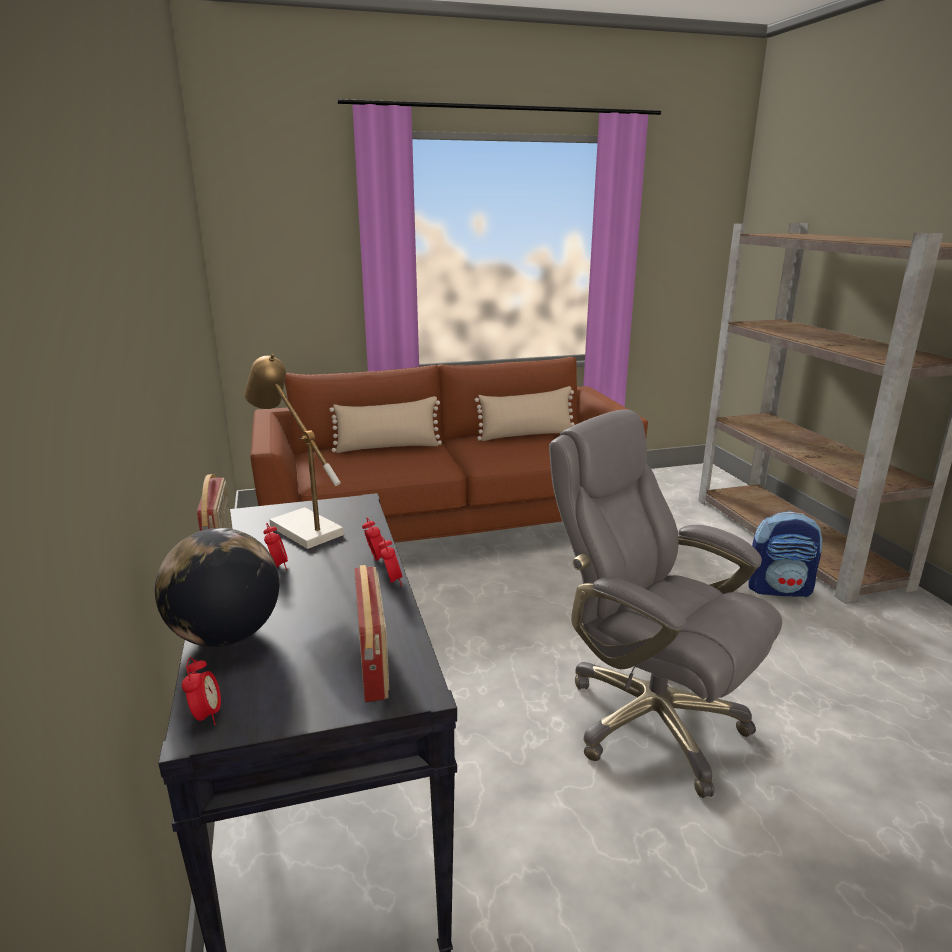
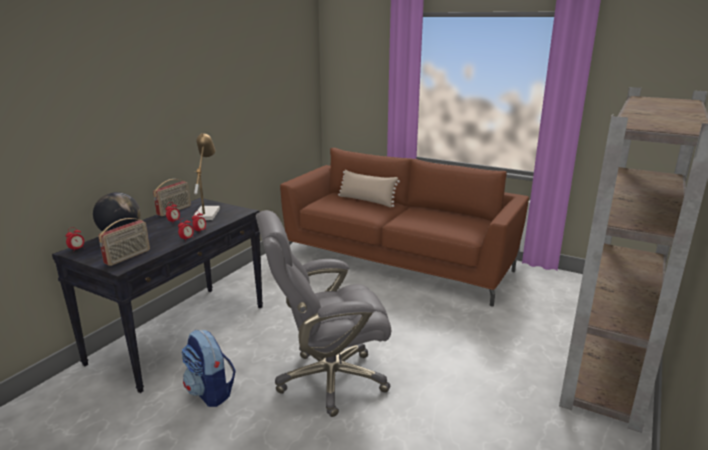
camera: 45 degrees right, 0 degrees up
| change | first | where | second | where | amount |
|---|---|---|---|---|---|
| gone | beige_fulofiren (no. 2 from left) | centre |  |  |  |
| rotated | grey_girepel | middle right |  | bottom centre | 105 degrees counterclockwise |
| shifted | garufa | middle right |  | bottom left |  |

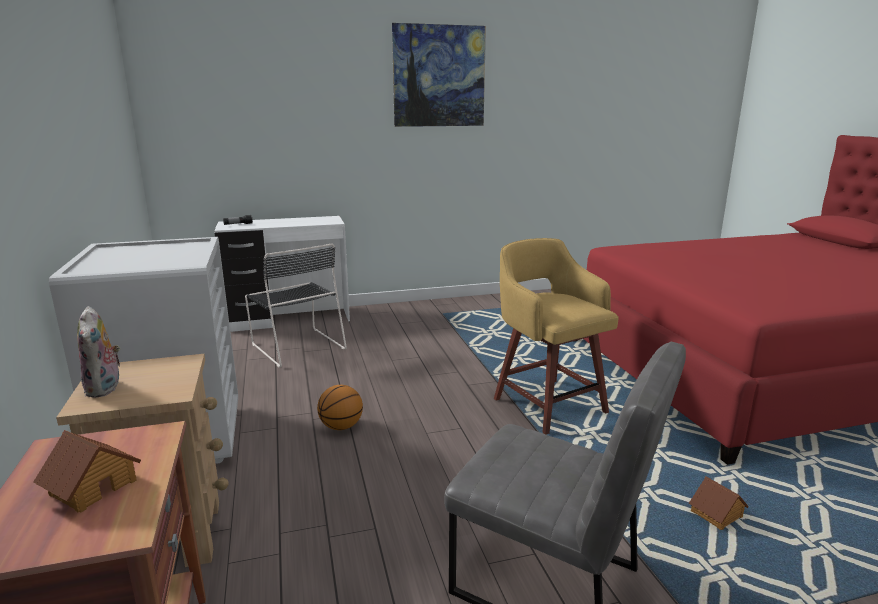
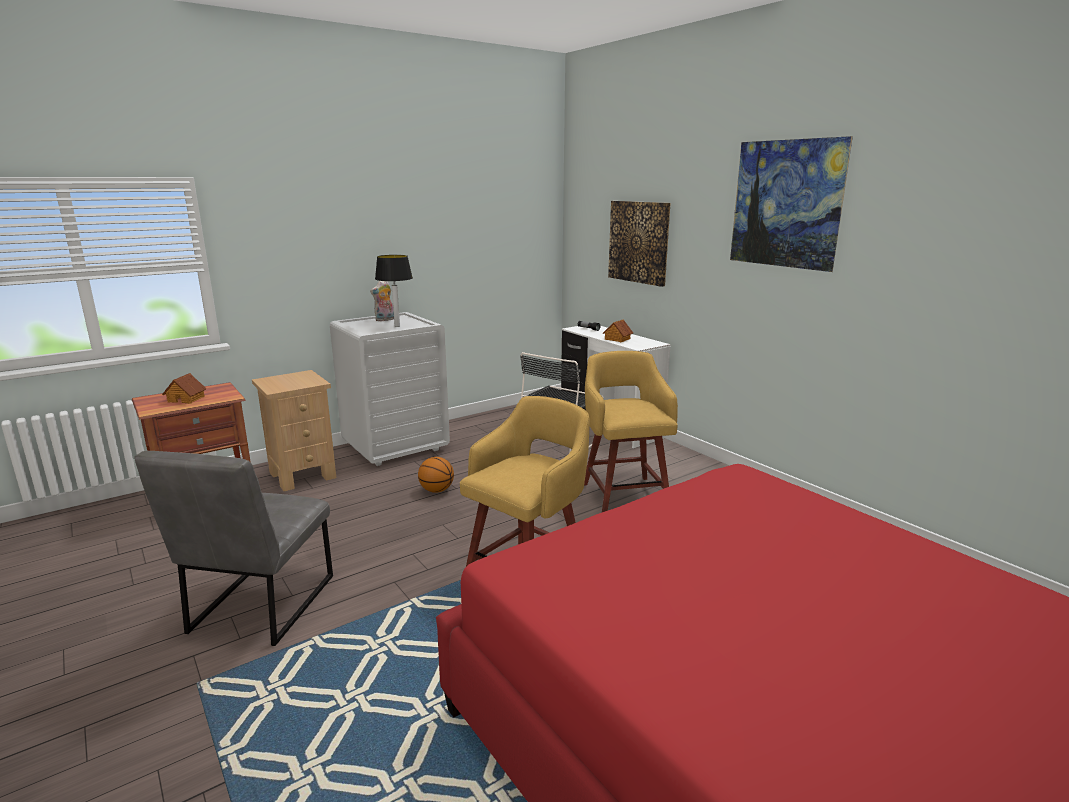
camera: 70 degrees right, 0 degrees up
| change | first | where | second | where | amount |
|---|---|---|---|---|---|
| shifted | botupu | middle left |  | centre |  |
| shifted | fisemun (no. 2 from left) | bottom right |  | centre |  |
| new |  |  | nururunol (no. 1 from left) | top centre |  |
| new |  |  | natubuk | centre |  |
| new |  |  | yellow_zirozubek (no. 2 from left) | centre |  |

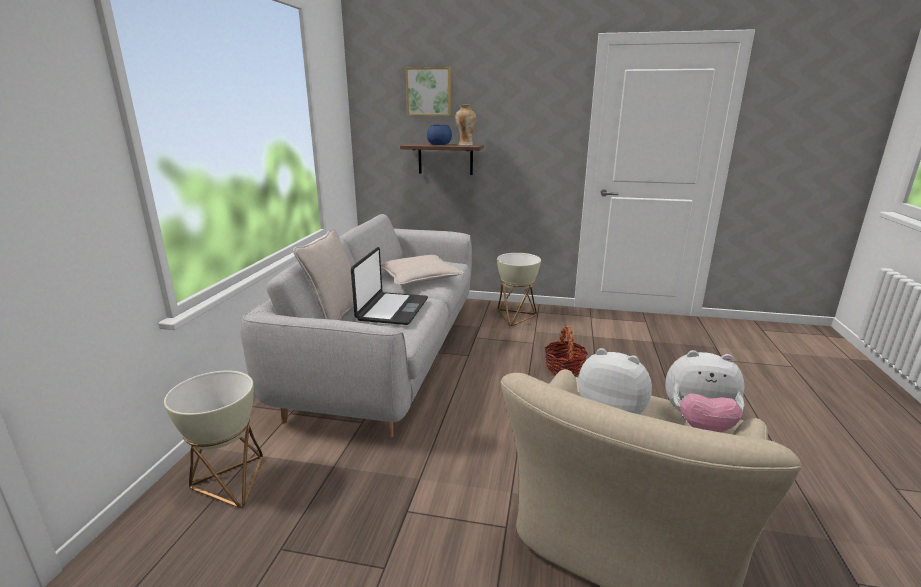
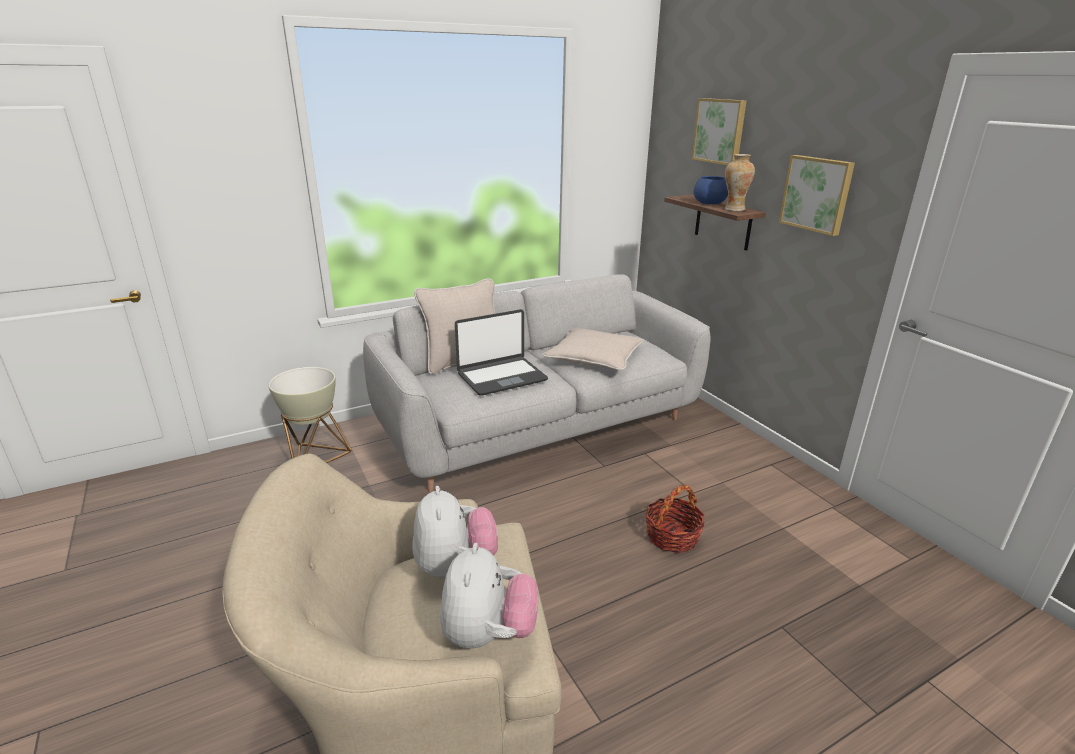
camera: 50 degrees right, 5 degrees up
| change | first | where | second | where | amount |
|---|---|---|---|---|---|
| gone | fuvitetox (no. 2 from left) | centre |  |  |  |
| rotated | botupu (no. 2 from left) | middle right |  | bottom centre | 150 degrees counterclockwise |
| new |  |  | nururunol (no. 2 from left) | top right |  |

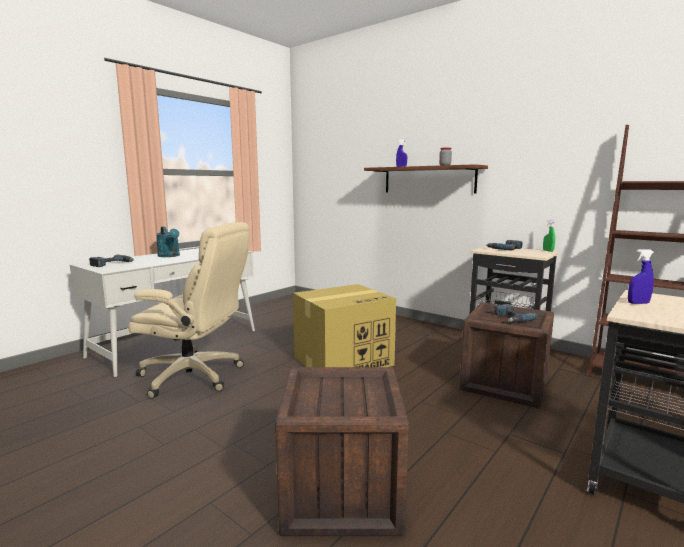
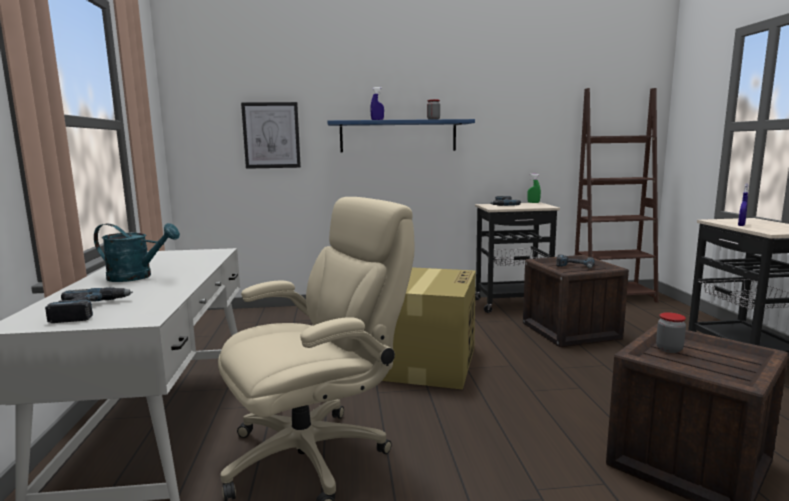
camera: 45 degrees left, 0 degrees up
| change | first | where | second | where | amount |
|---|---|---|---|---|---|
| repainted | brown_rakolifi | top centre | blue_rakolifi | top centre |  |
| new |  |  | nururunol | top centre |  |
| new |  |  | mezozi (no. 2 from left) | middle right |  |

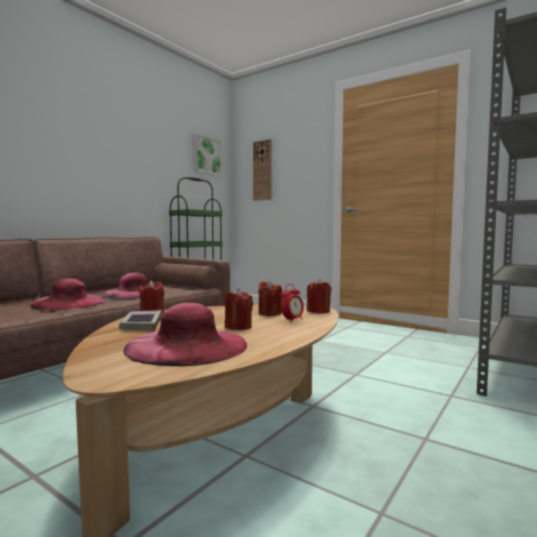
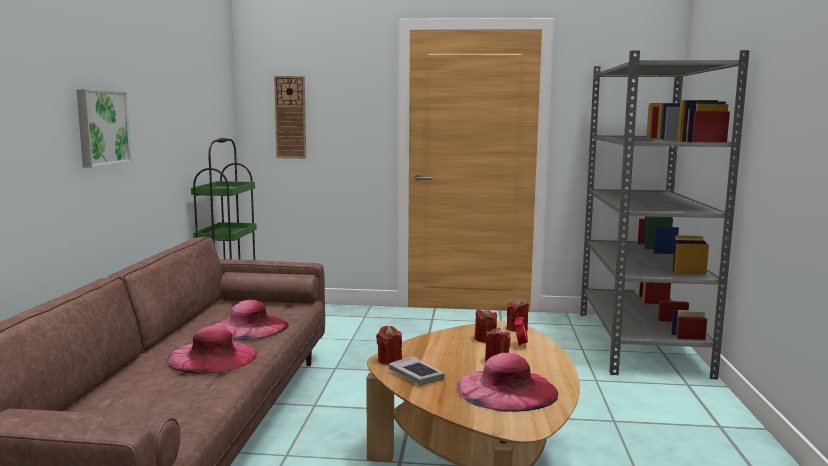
camera: 30 degrees left, 5 degrees up
| change | first | where | second | where | amount |
|---|---|---|---|---|---|
| shifted | nururunol | top centre |  | top left |  |

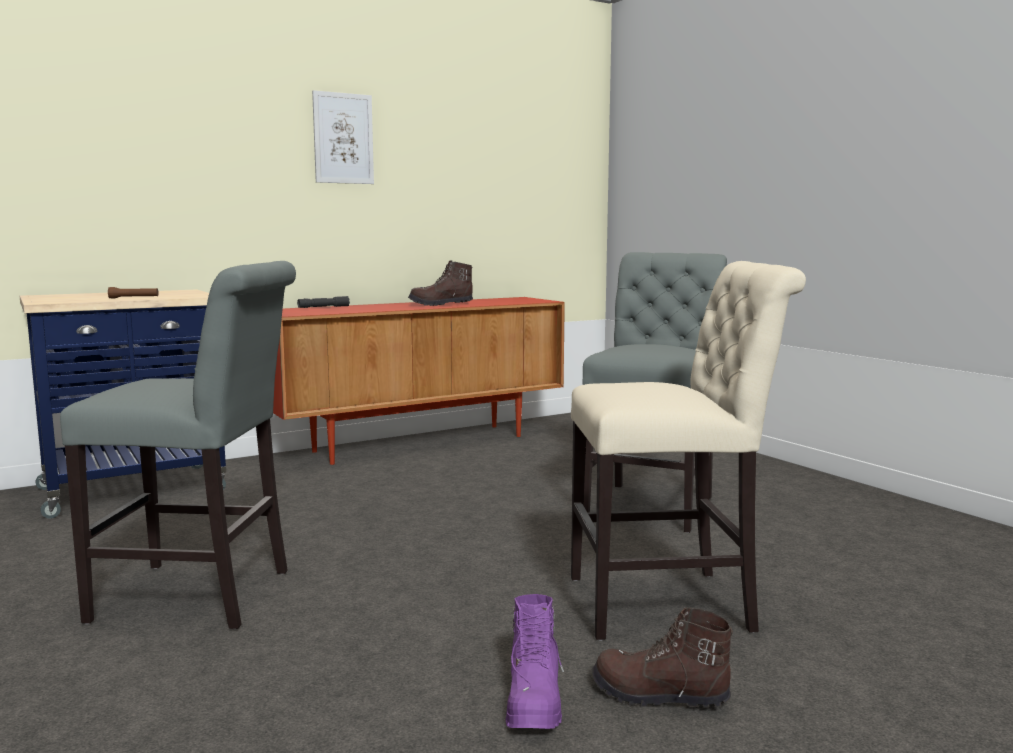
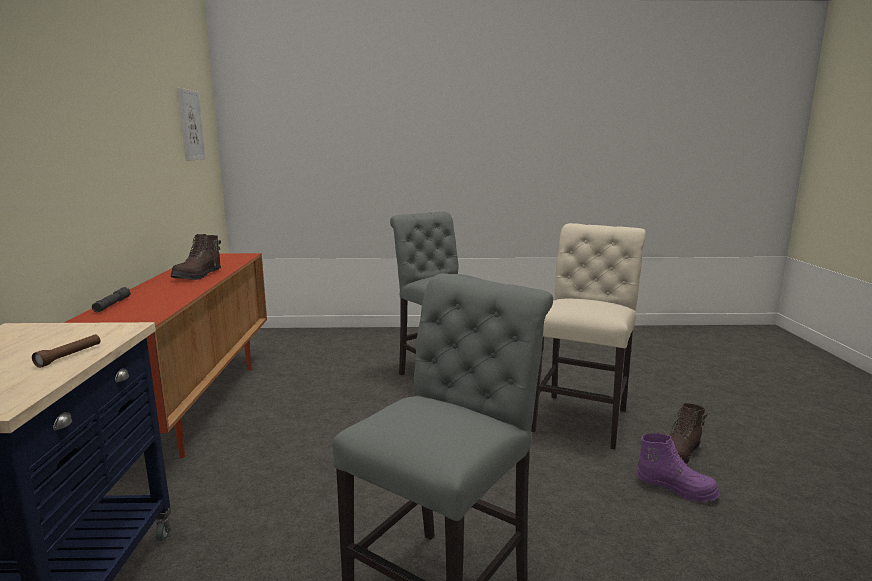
camera: 60 degrees left, 5 degrees up
| change | first | where | second | where | amount |
|---|---|---|---|---|---|
| shifted | nururunol | top centre |  | top left |  |

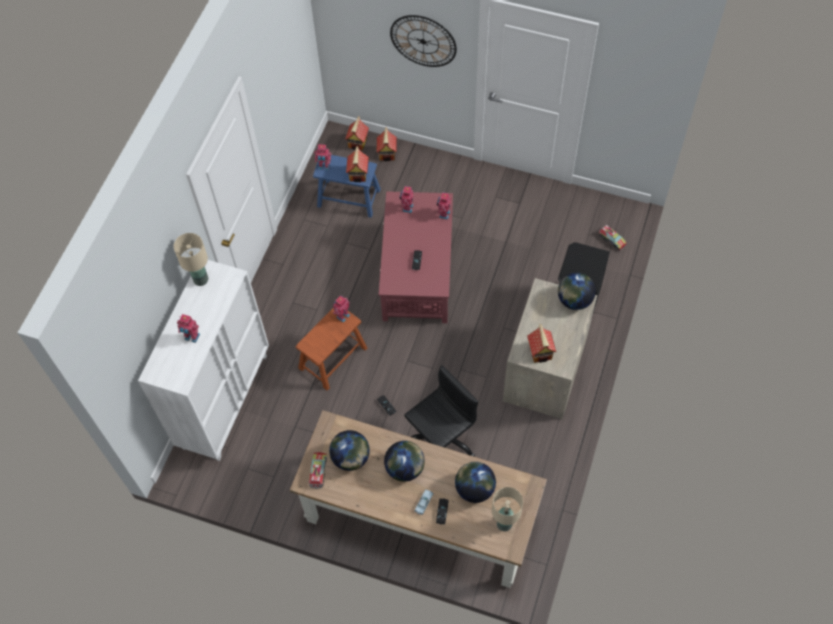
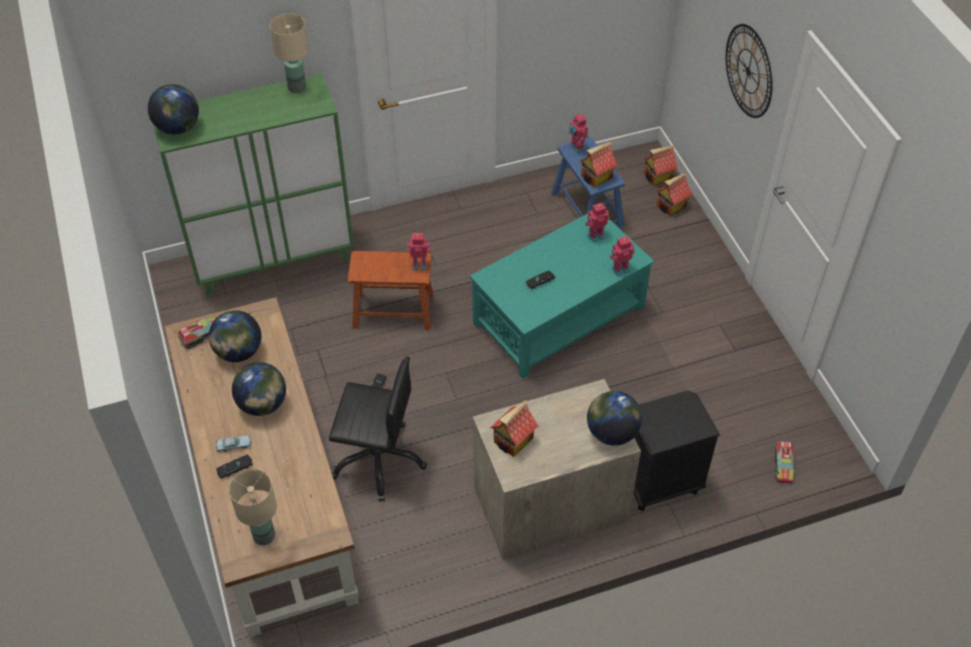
camera: 50 degrees right, 10 degrees down
| change | first | where | second | where | amount |
|---|---|---|---|---|---|
| repainted | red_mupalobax | centre | turquoise_mupalobax | centre |  |
| repainted | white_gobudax | middle left | green_gobudax | top left |  |
| gone | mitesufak (no. 1 from left) | middle left |  |  |  |
| shifted | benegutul (no. 3 from left in the first image) | bottom centre | benegutul (no. 1 from left) | top left |  |

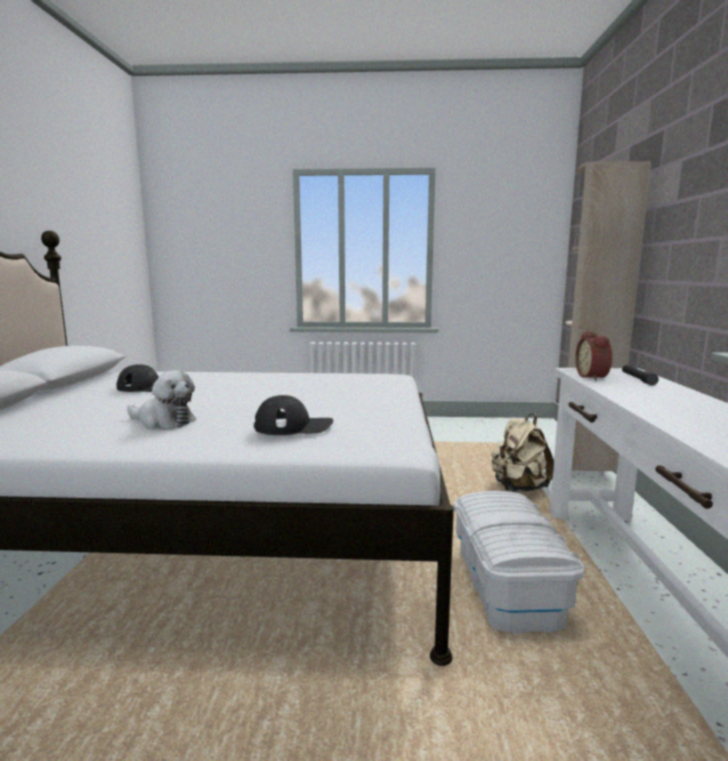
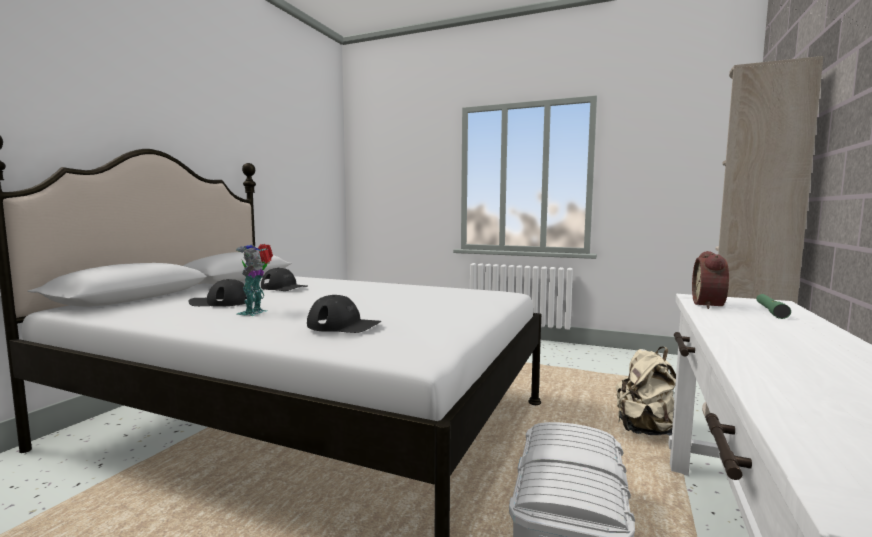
camera: 20 degrees right, 5 degrees down
| change | first | where | second | where | amount |
|---|---|---|---|---|---|
| repainted | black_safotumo | middle right | green_safotumo | middle right |  |
| swapped | botupu | middle left | mitesufak | middle left |  |
| new |  |  | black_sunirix (no. 1 from left) | middle left |  |

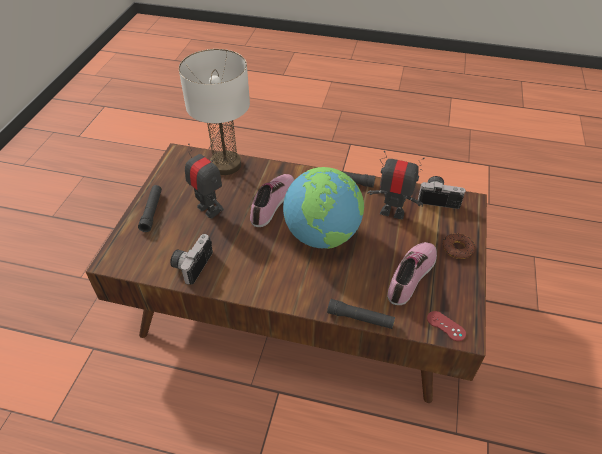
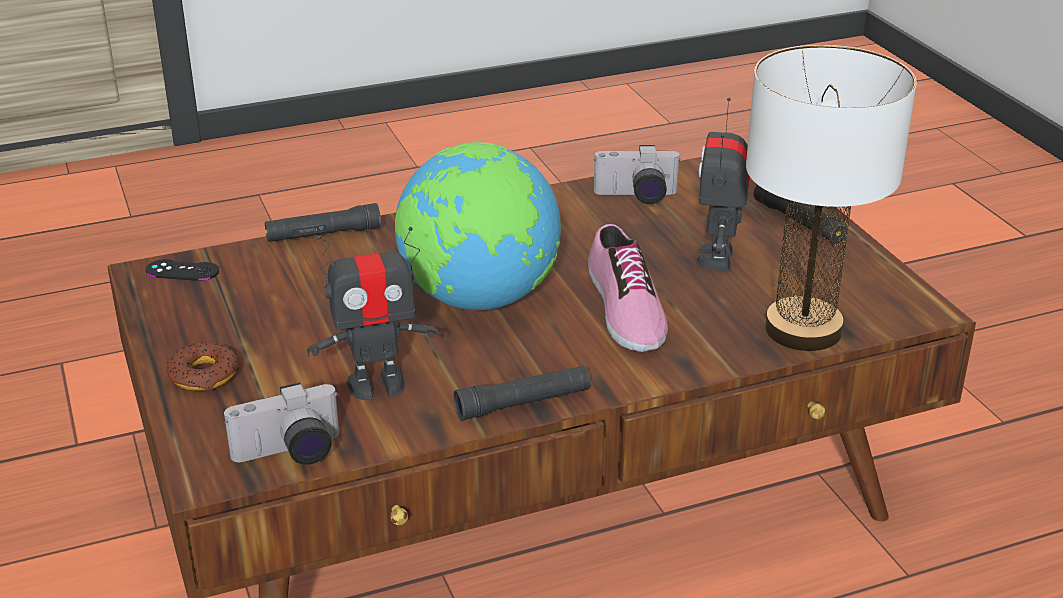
camera: 145 degrees right, 15 degrees down
| change | first | where | second | where | amount |
|---|---|---|---|---|---|
| rotated | mitesufak (no. 1 from left in the first image) | centre | mitesufak (no. 2 from left) | top right | 90 degrees clockwise |
| rotated | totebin (no. 1 from left in the first image) | middle left | totebin (no. 2 from left) | top centre | 105 degrees clockwise |
| gone | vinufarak (no. 2 from left) | middle right |  |  |  |
| repainted | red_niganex | bottom right | black_niganex | middle left |  |

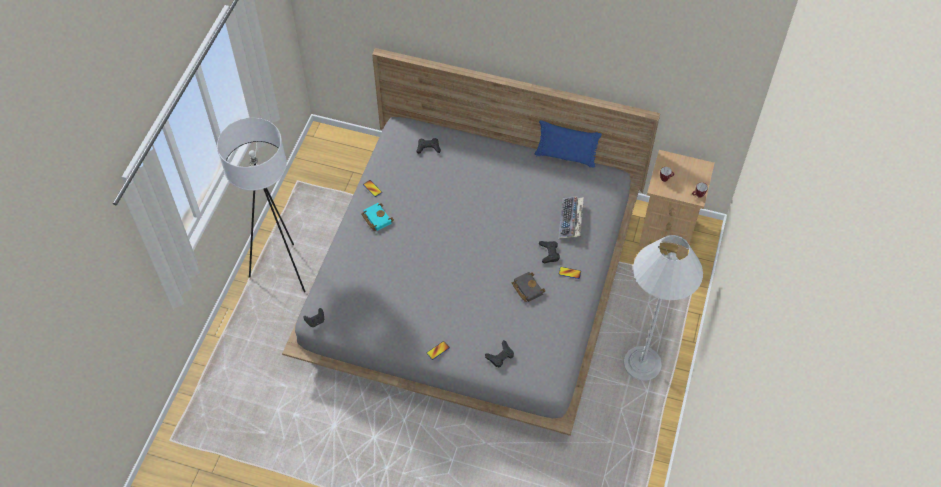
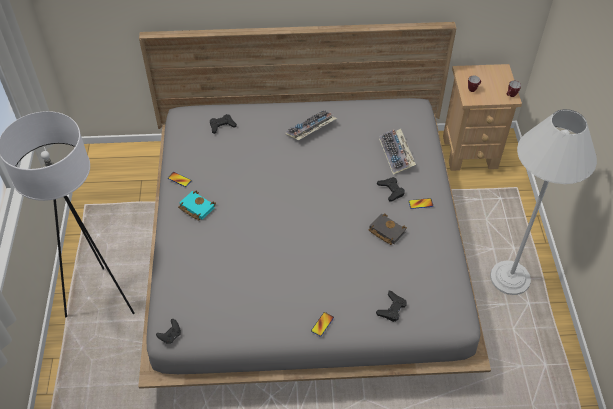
camera: 20 degrees left, 5 degrees down
| change | first | where | second | where | amount |
|---|---|---|---|---|---|
| gone | blue_fulofiren | top centre |  |  |  |
| new |  |  | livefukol (no. 1 from left) | top centre |  |

